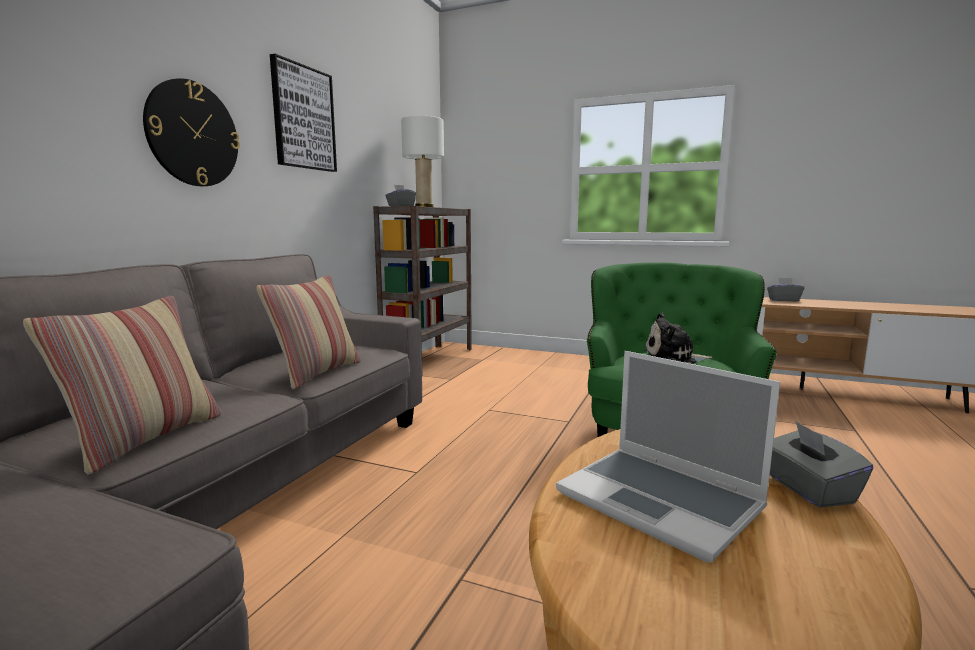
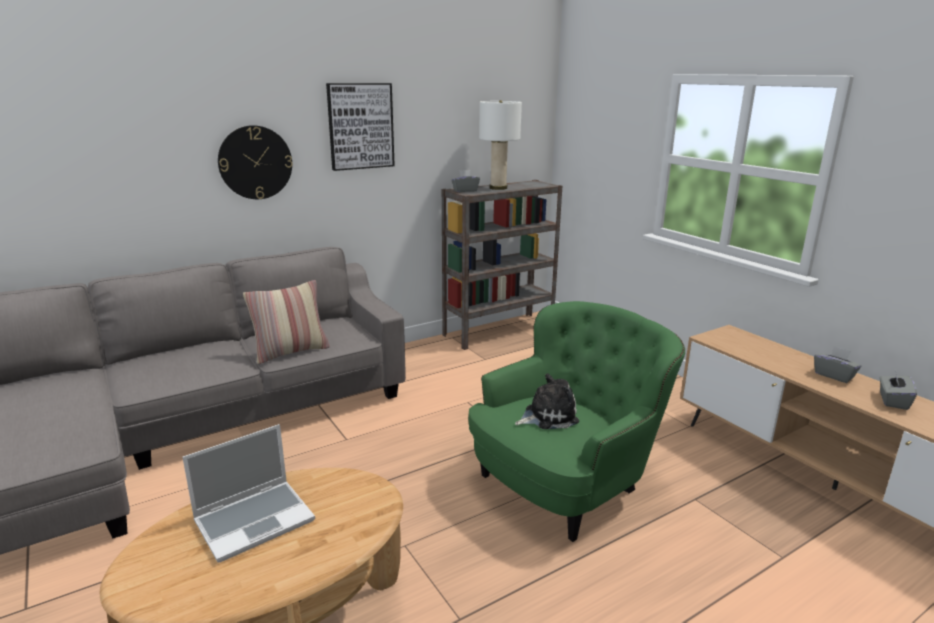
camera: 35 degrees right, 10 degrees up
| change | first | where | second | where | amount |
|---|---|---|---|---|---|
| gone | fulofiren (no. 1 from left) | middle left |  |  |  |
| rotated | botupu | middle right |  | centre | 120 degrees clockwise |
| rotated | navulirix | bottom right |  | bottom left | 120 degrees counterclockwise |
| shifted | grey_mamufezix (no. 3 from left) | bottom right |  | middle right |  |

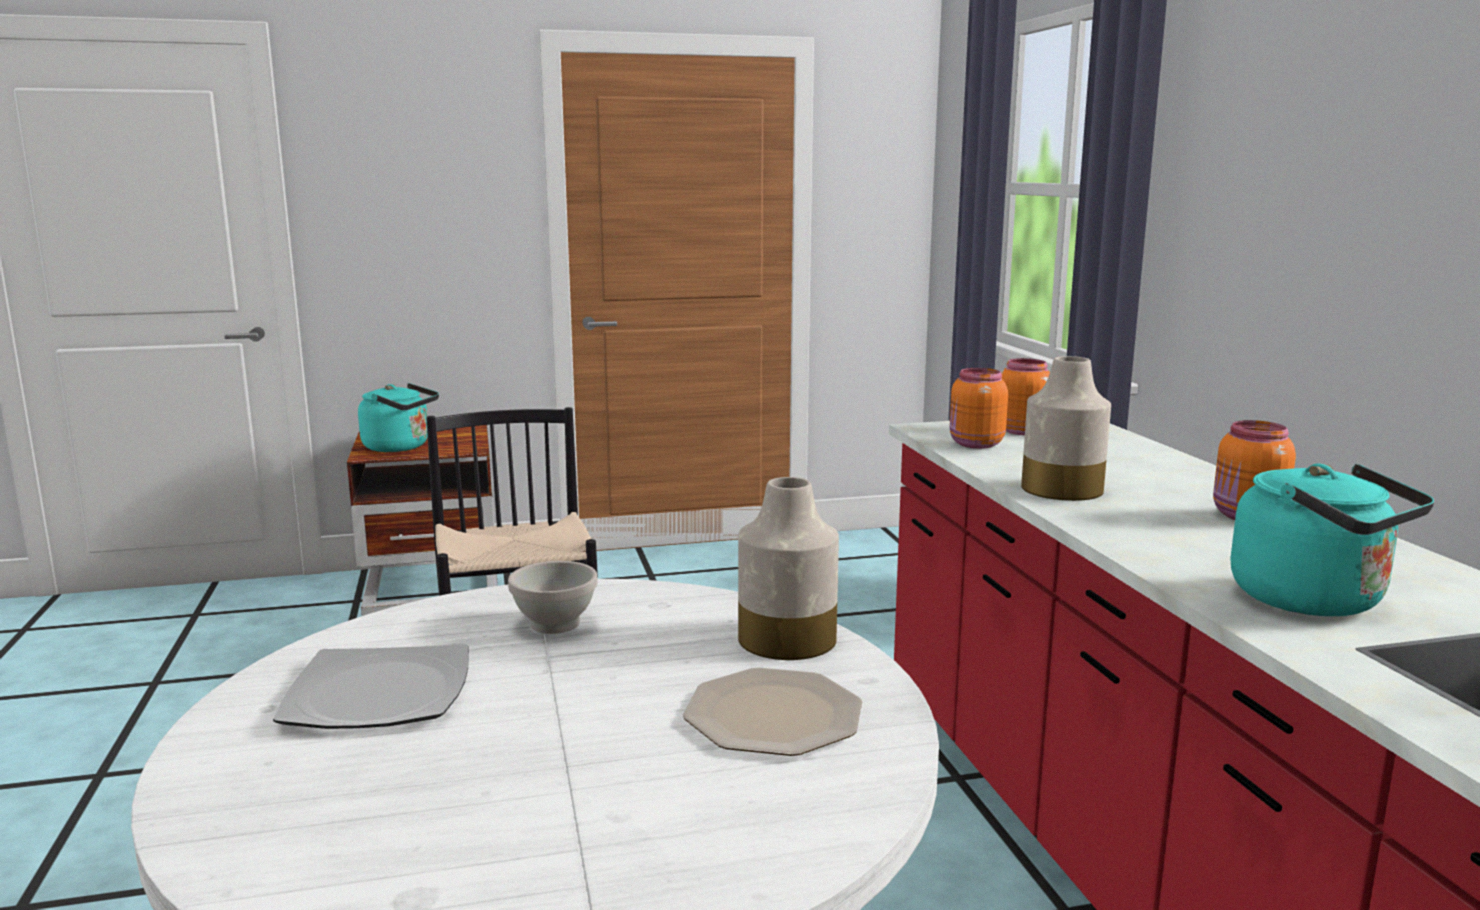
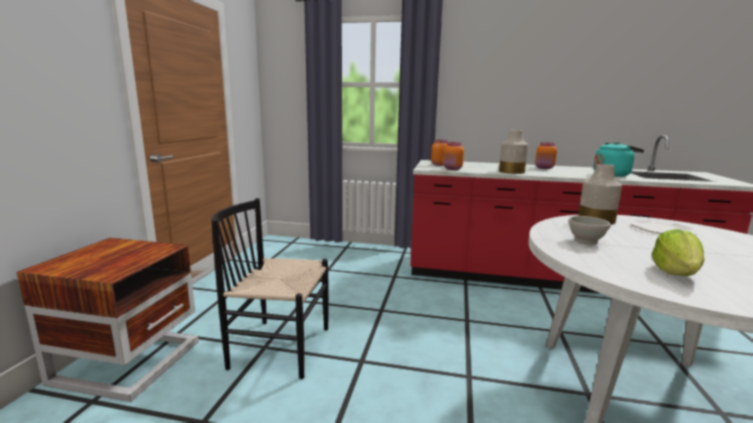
camera: 65 degrees left, 0 degrees up
| change | first | where | second | where | amount |
|---|---|---|---|---|---|
| gone | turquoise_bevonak (no. 1 from left) | middle left |  |  |  |
| swapped | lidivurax (no. 1 from left) | bottom left | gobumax | middle right |  |

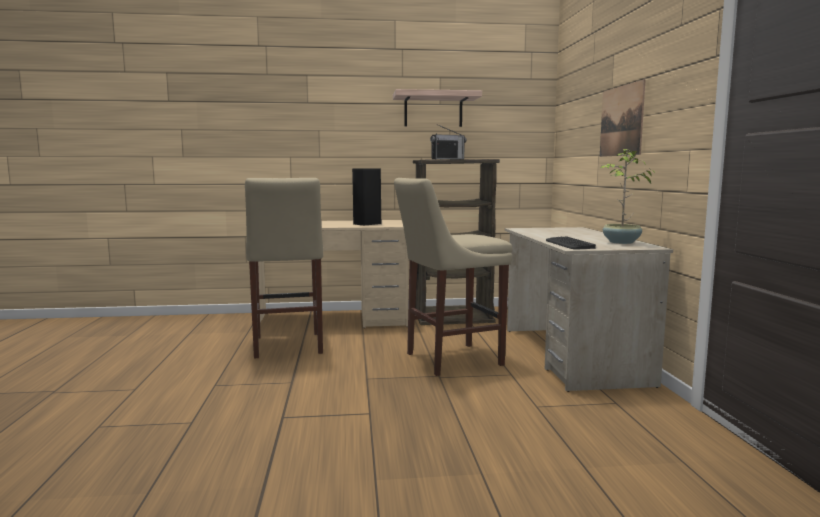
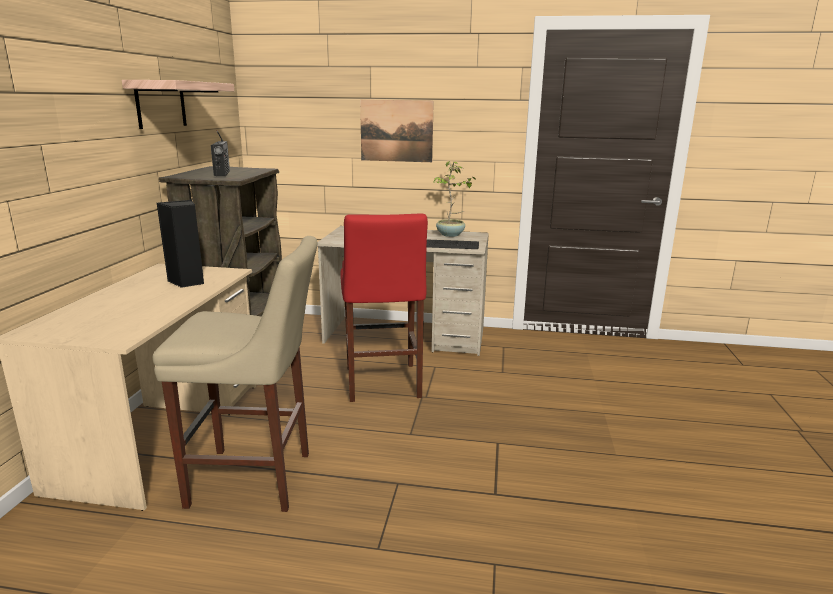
camera: 75 degrees left, 10 degrees up
| change | first | where | second | where | amount |
|---|---|---|---|---|---|
| repainted | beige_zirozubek (no. 2 from left) | centre | red_zirozubek | centre |  |

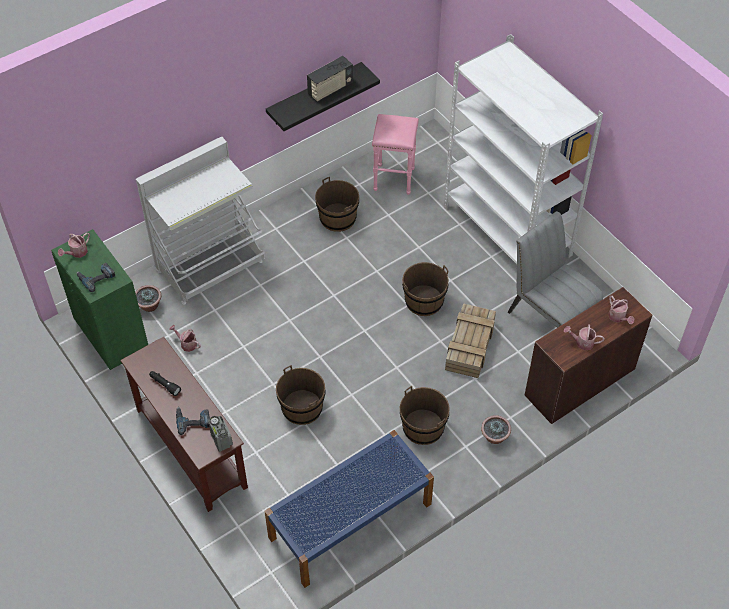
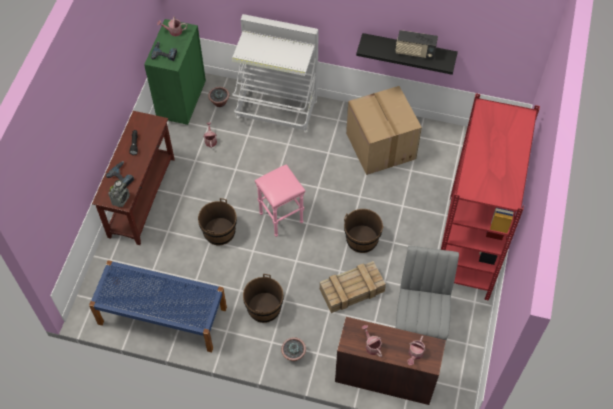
camera: 50 degrees right, 5 degrees up
| change | first | where | second | where | amount |
|---|---|---|---|---|---|
| repainted | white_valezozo | top right | red_valezozo | middle right |  |
| shifted | pink_zirozubek | top centre |  | centre |  |
| swapped | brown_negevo (no. 2 from left) | centre | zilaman | top centre |  |

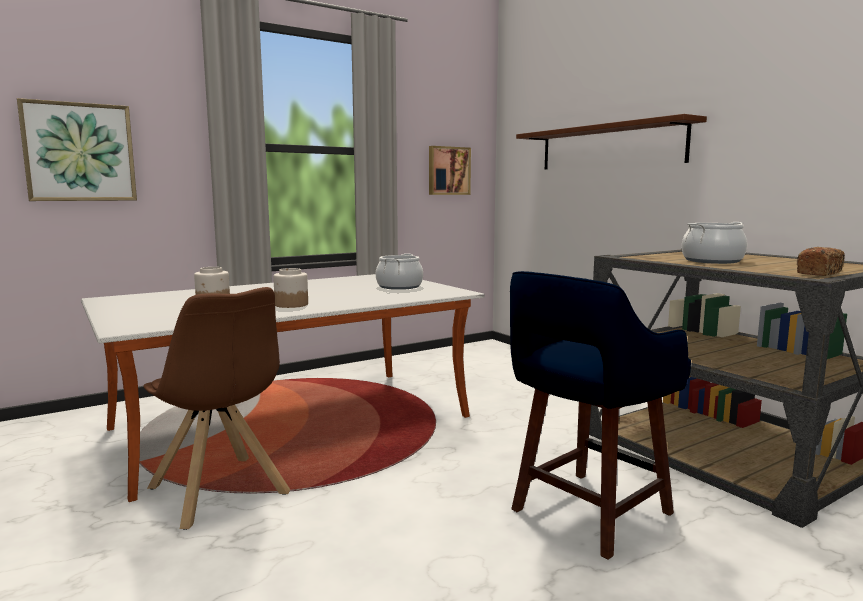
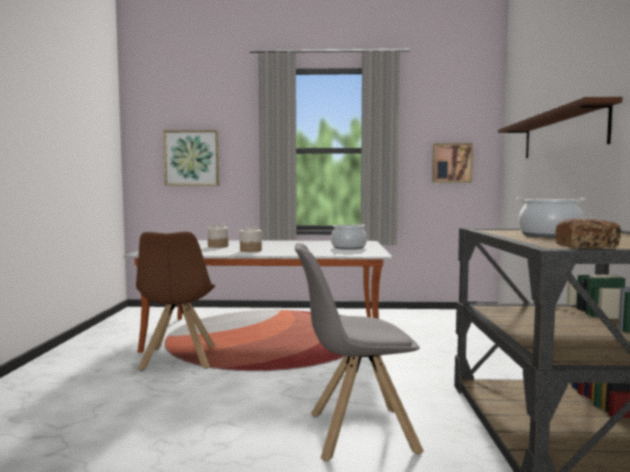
camera: 35 degrees right, 5 degrees down
| change | first | where | second | where | amount |
|---|---|---|---|---|---|
| swapped | blue_zirozubek | bottom right | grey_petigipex | bottom centre |  |

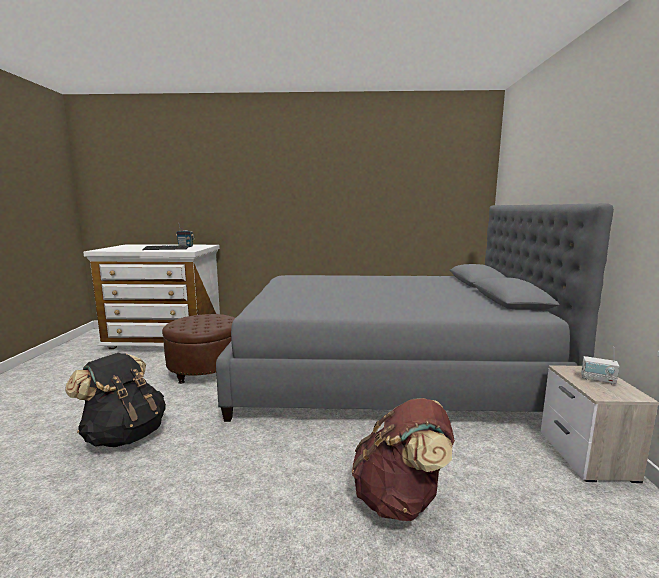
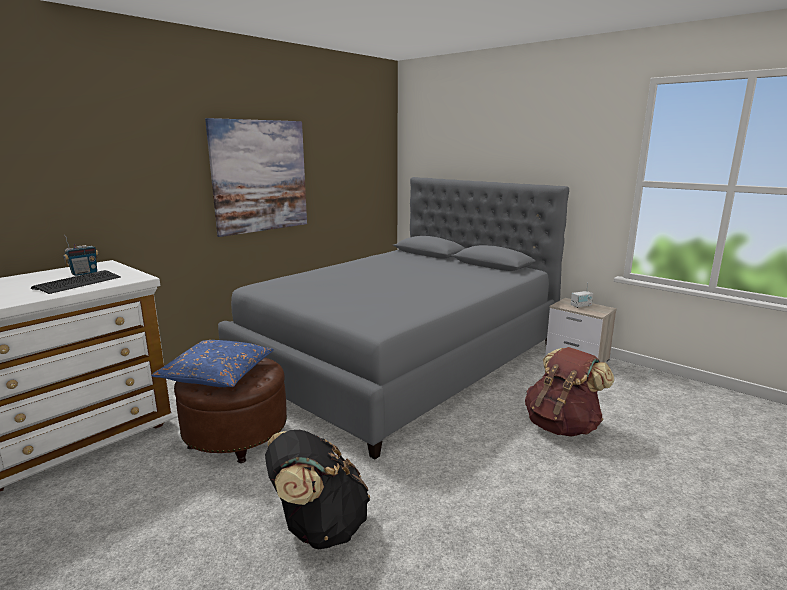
camera: 50 degrees left, 5 degrees up
| change | first | where | second | where | amount |
|---|---|---|---|---|---|
| new |  |  | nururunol | top left |  |
| new |  |  | blue_fulofiren | middle left |  |

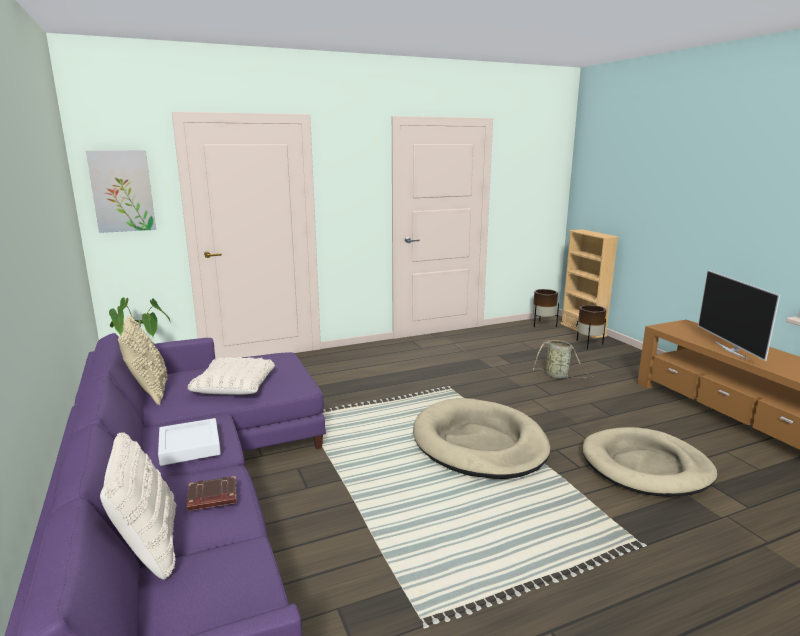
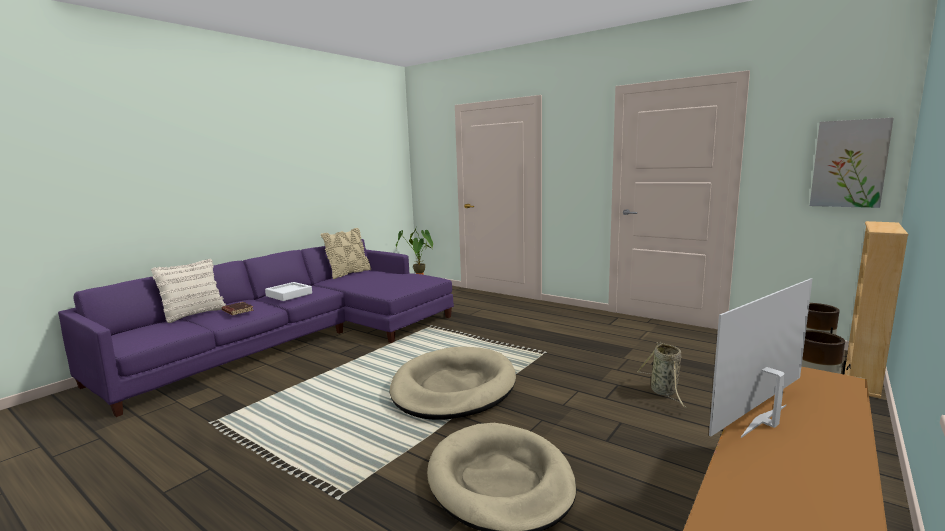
camera: 60 degrees right, 5 degrees down
| change | first | where | second | where | amount |
|---|---|---|---|---|---|
| shifted | nururunol | top left |  | top right |  |
| gone | beige_fulofiren (no. 3 from left) | middle left |  |  |  |

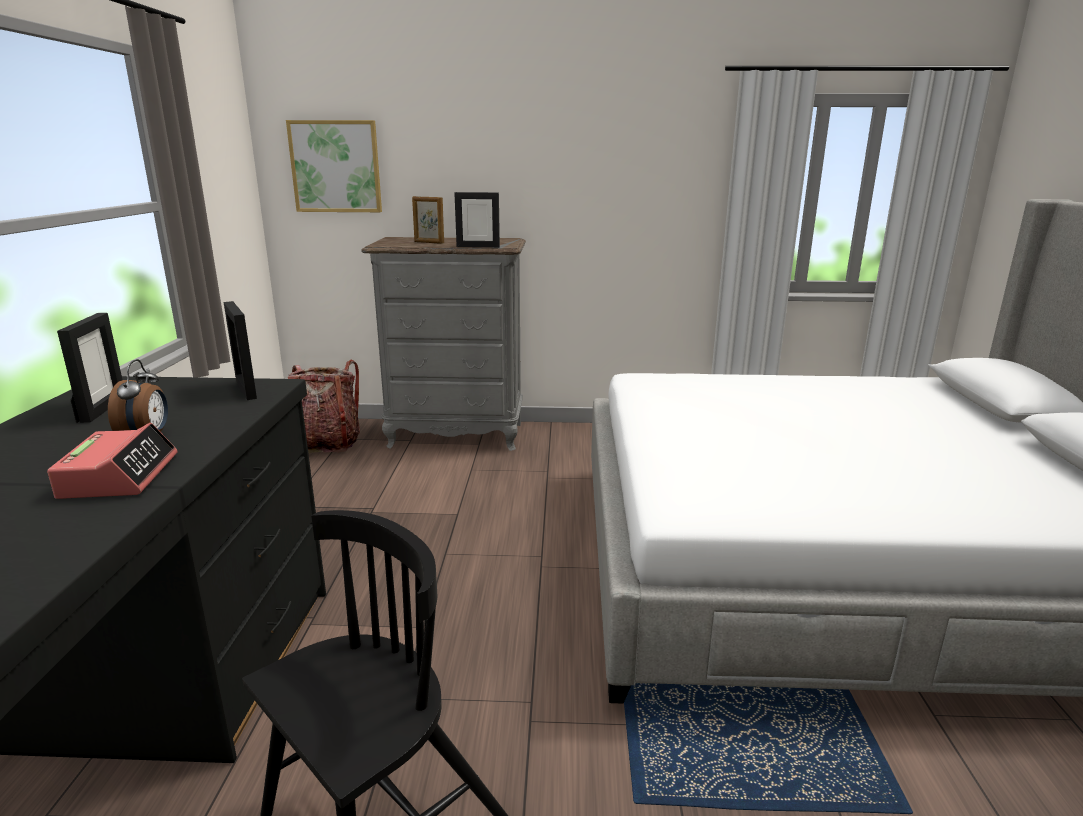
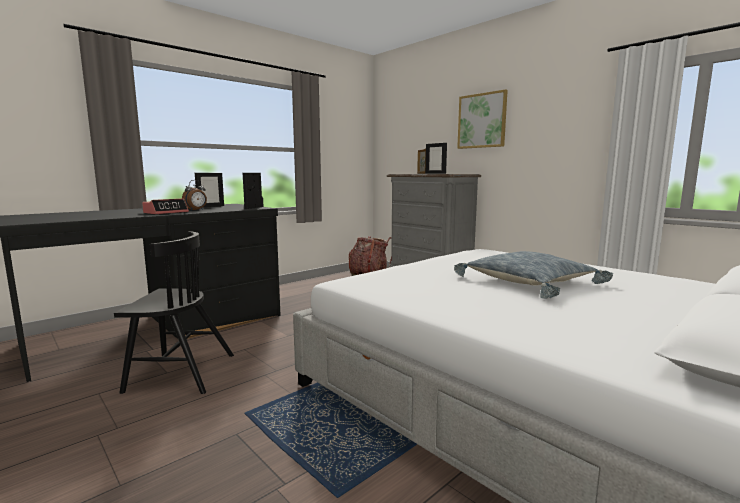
camera: 45 degrees right, 10 degrees down
| change | first | where | second | where | amount |
|---|---|---|---|---|---|
| shifted | nururunol | top left |  | top centre |  |
| new |  |  | fulofiren | middle right |  |

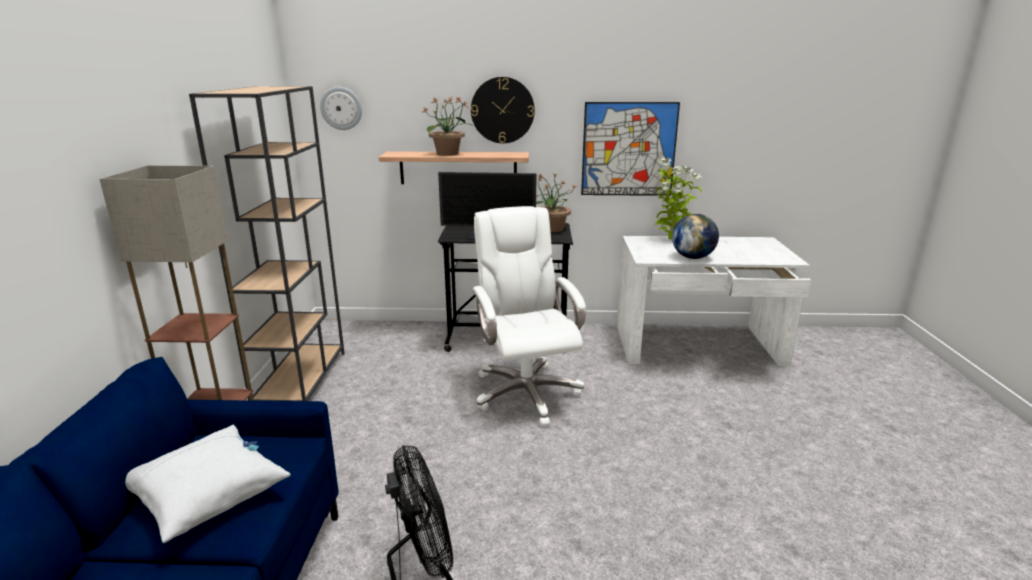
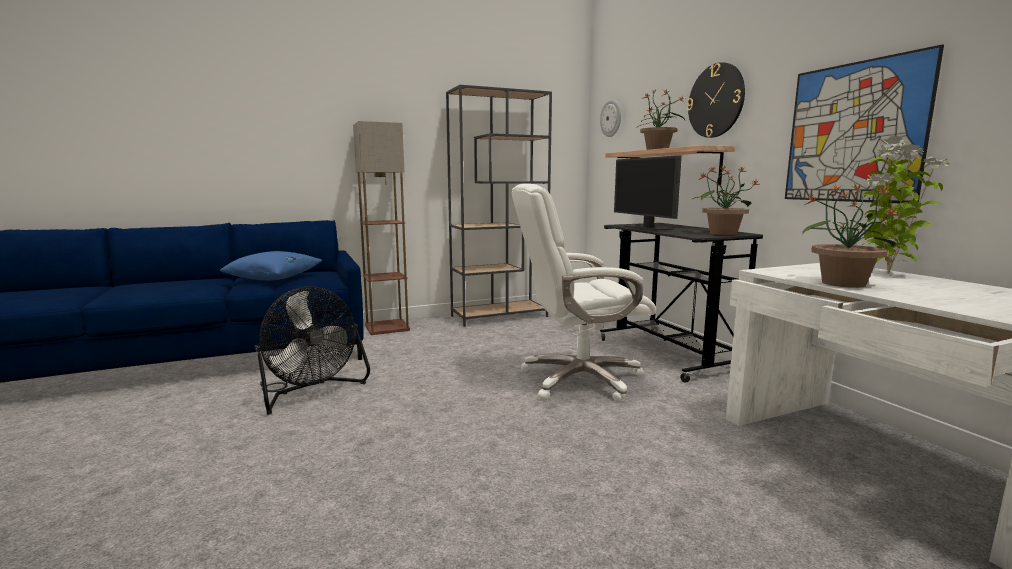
camera: 65 degrees right, 10 degrees down
| change | first | where | second | where | amount |
|---|---|---|---|---|---|
| rotated | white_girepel | centre |  | centre | 150 degrees counterclockwise |
| swapped | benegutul | middle right | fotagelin (no. 3 from left) | middle right |  |
| repainted | grey_fulofiren | bottom left | blue_fulofiren | middle left |  |

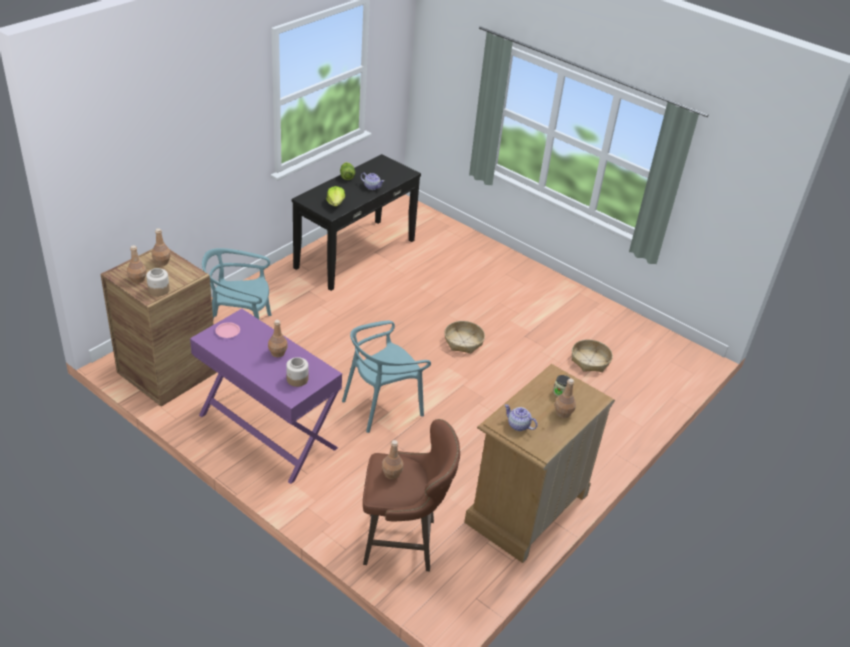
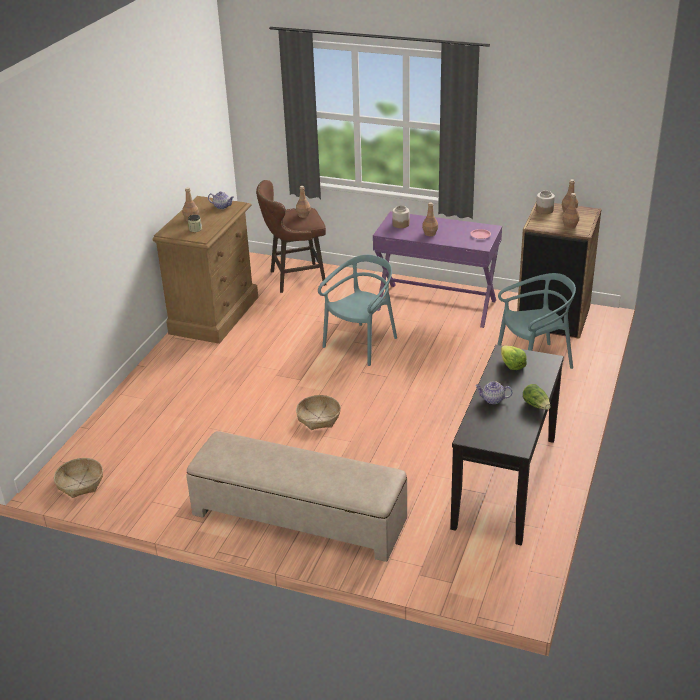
camera: 165 degrees right, 5 degrees down
| change | first | where | second | where | amount |
|---|---|---|---|---|---|
| shifted | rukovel (no. 2 from left in the first image) | middle right | rukovel (no. 1 from left) | bottom left |  |
| new |  |  | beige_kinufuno | bottom centre |  |

